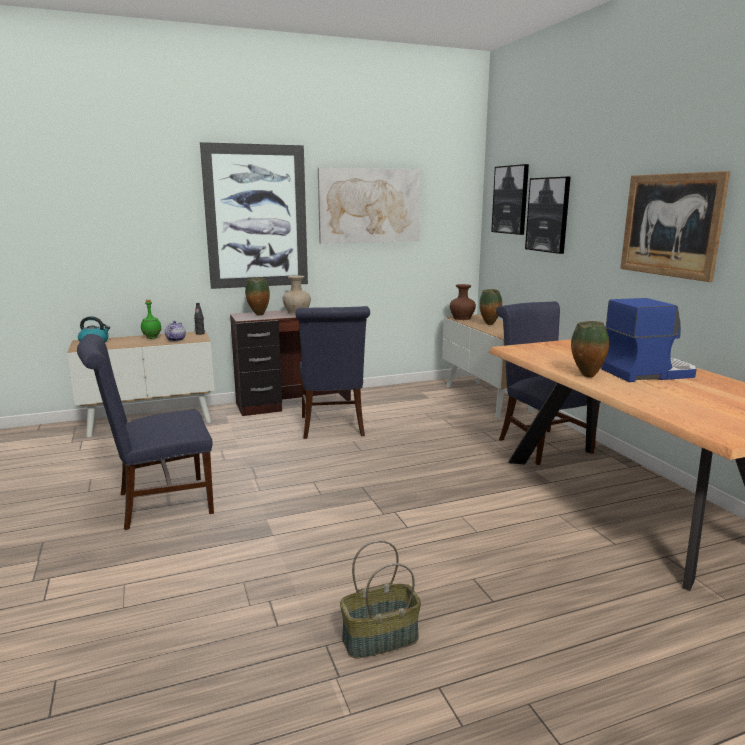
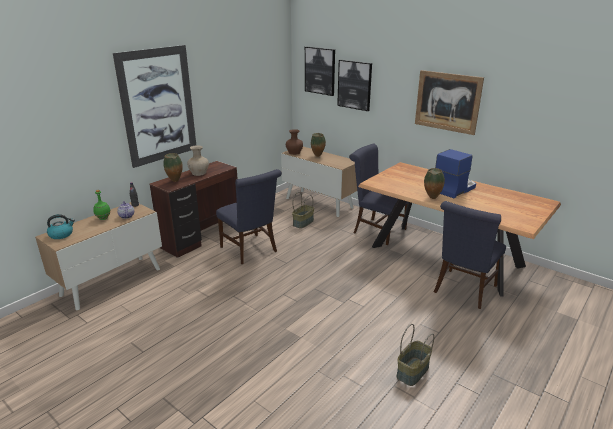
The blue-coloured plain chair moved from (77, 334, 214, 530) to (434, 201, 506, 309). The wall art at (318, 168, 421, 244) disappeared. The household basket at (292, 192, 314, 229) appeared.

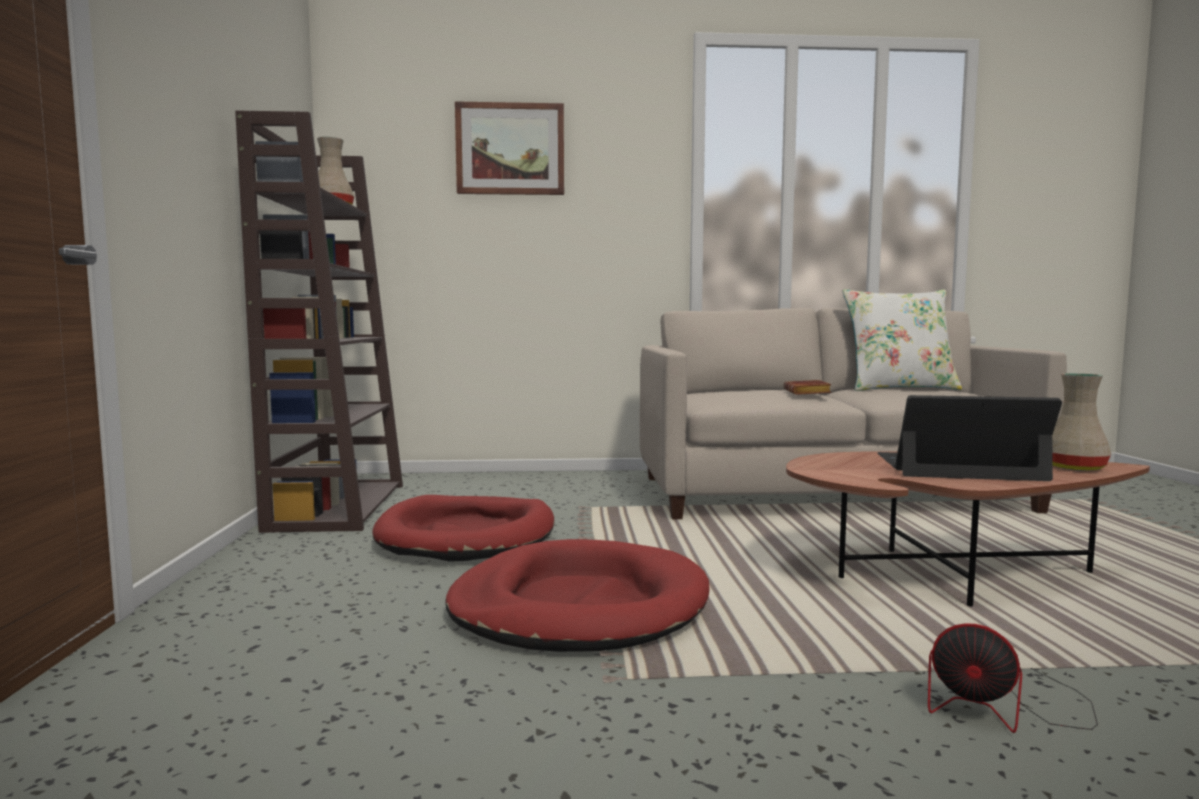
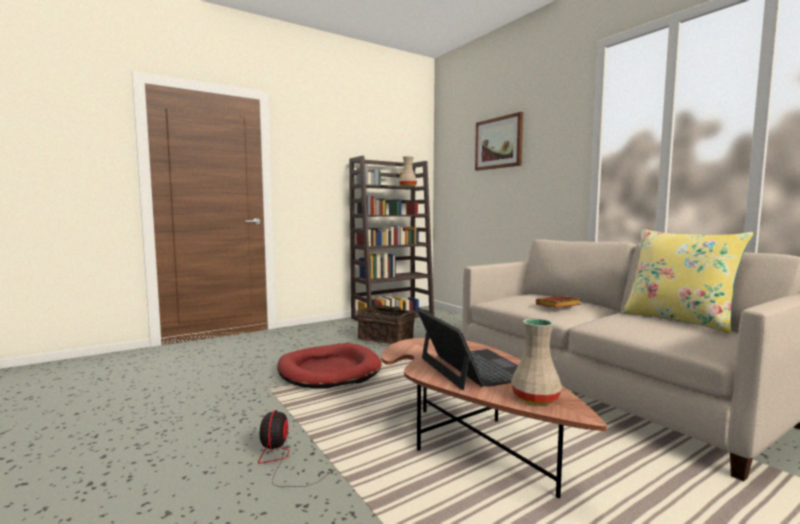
The reddish dog bed at (373, 495, 554, 562) was replaced by the household basket at (357, 304, 415, 344). The white-coloured pillow at (843, 289, 962, 391) became the yellow-coloured pillow at (621, 229, 754, 334).

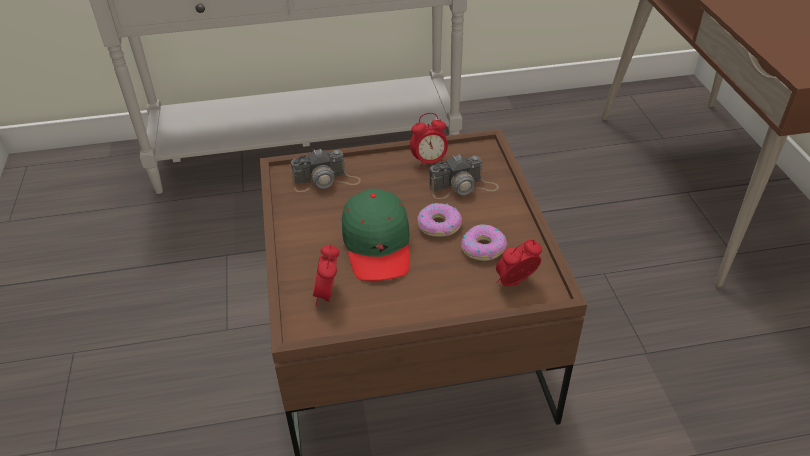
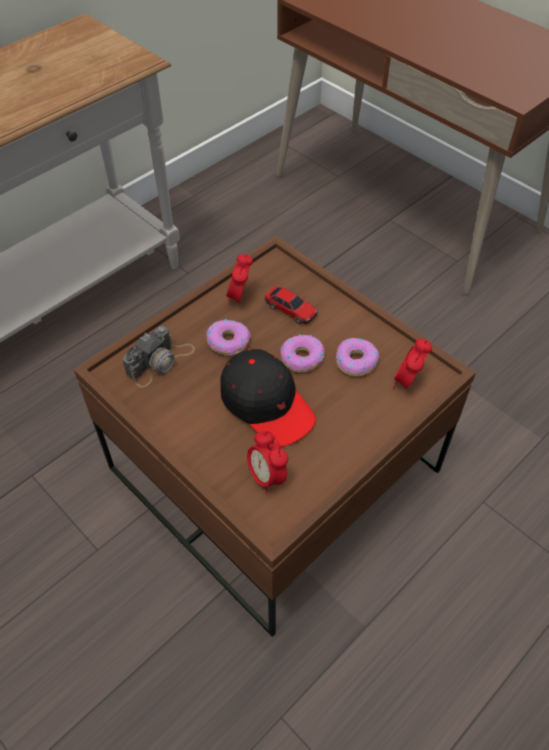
The green baseball cap at (342, 189, 410, 281) became the black-coloured baseball cap at (220, 349, 316, 447). The bedside clock at (410, 113, 448, 169) turned 150 degrees clockwise. The still camera at (429, 155, 499, 199) was replaced by the model car at (264, 286, 317, 324). The ring doughnut at (206, 319, 251, 356) appeared.

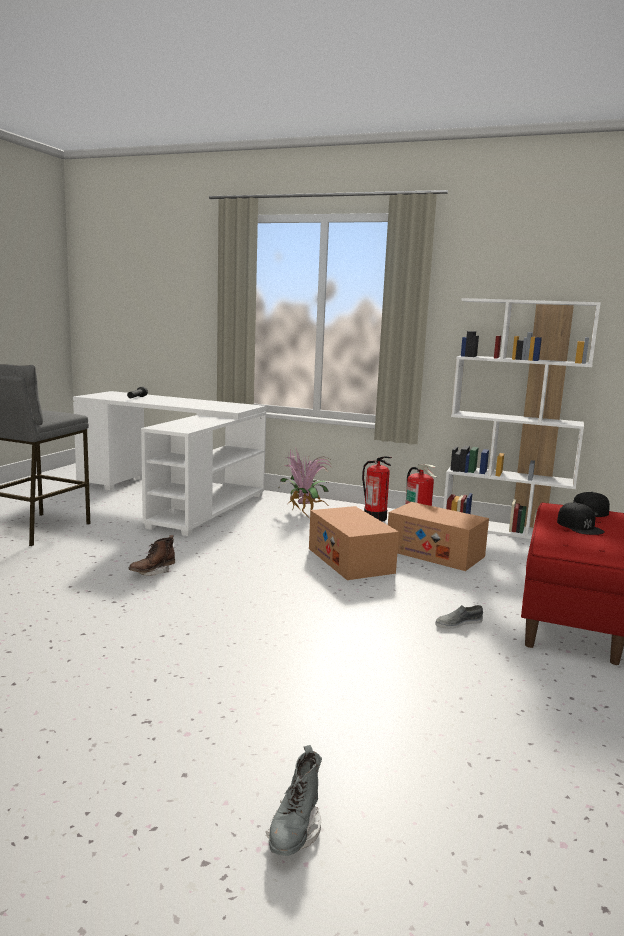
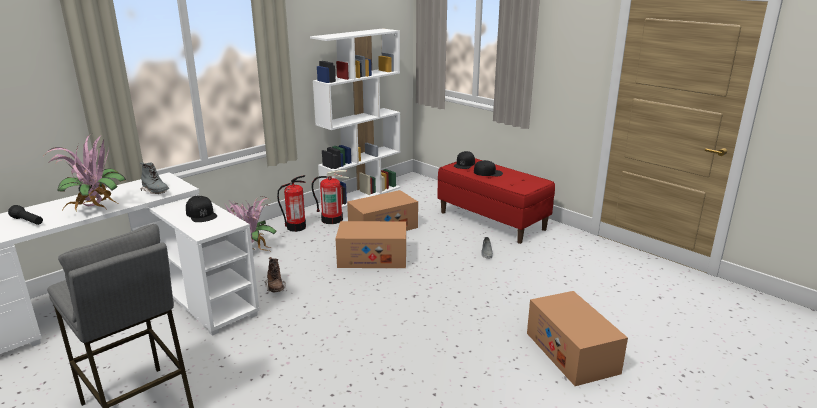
The brown boot moved from (129, 535, 175, 576) to (264, 257, 286, 292). The grey boot moved from (266, 745, 322, 856) to (140, 162, 169, 194). The plant in a pot at (44, 135, 126, 210) appeared. The black-coloured baseball cap at (186, 196, 217, 222) appeared. The packing box at (527, 291, 628, 386) appeared.

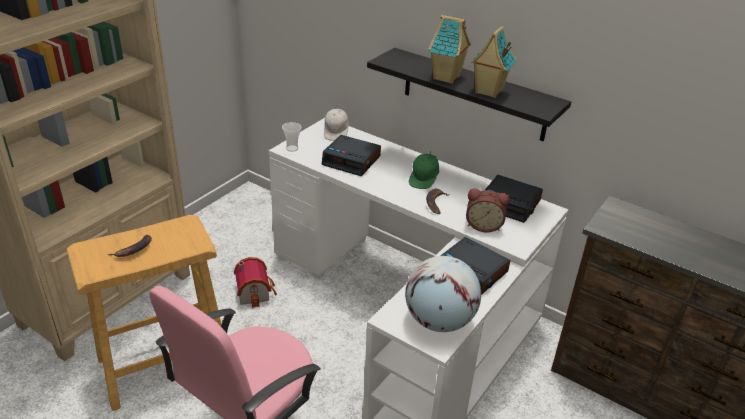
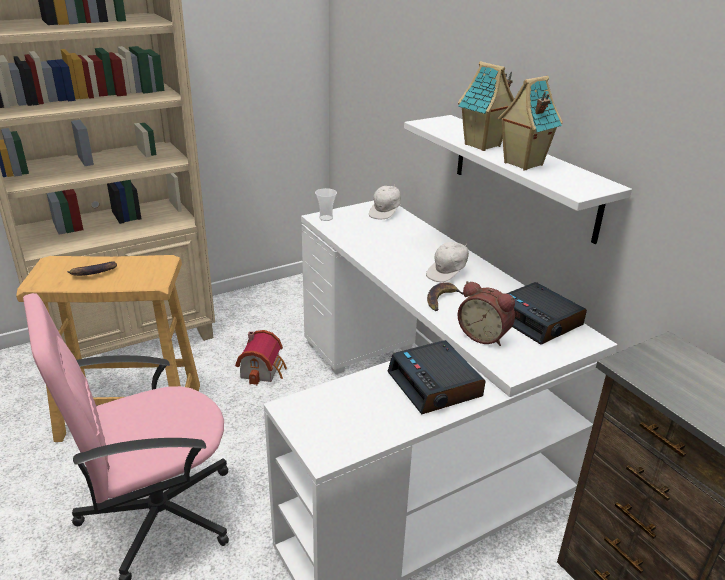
The bedside clock at (322, 135, 381, 176) disappeared. The black-coloured bracket shelf at (367, 48, 571, 141) became the white-coloured bracket shelf at (404, 115, 632, 244). The world globe at (405, 256, 481, 332) disappeared. The green baseball cap at (409, 151, 439, 189) became the white-coloured baseball cap at (426, 241, 469, 282).

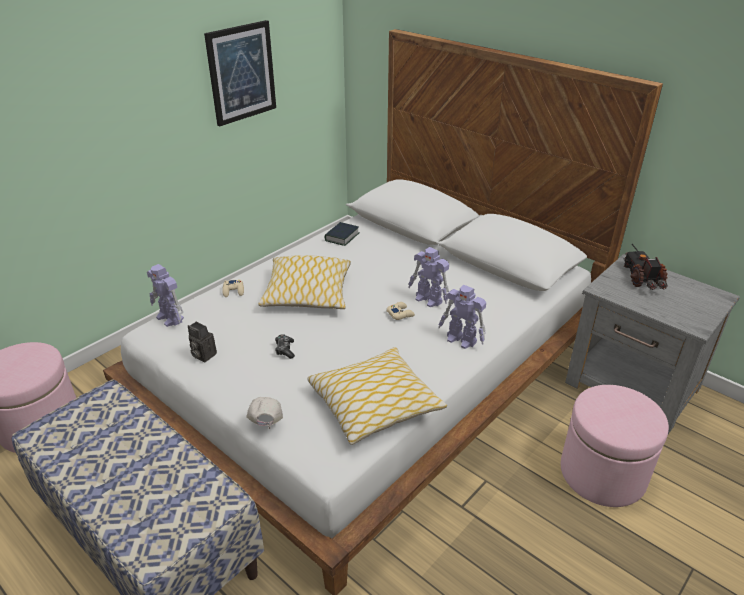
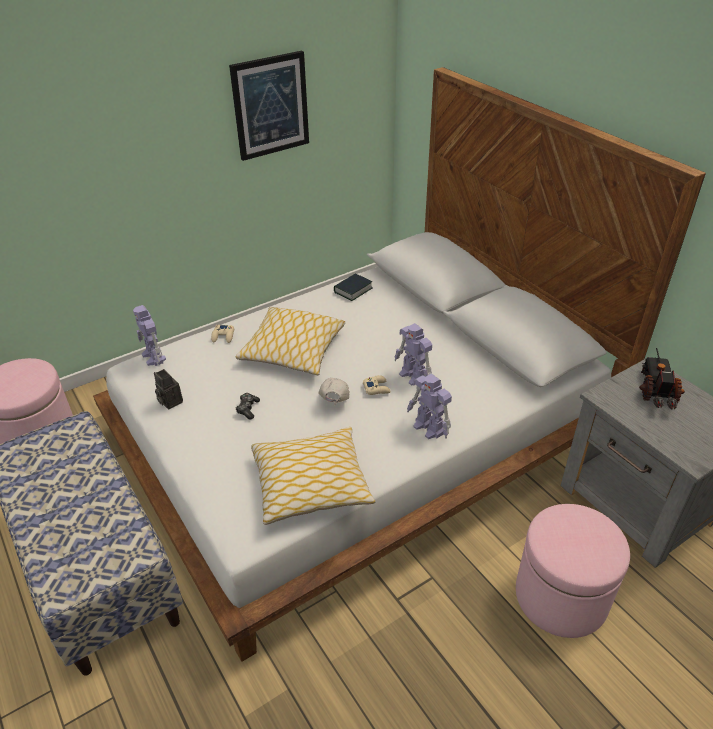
The white-coloured baseball cap moved from (246, 397, 283, 429) to (318, 378, 350, 405).

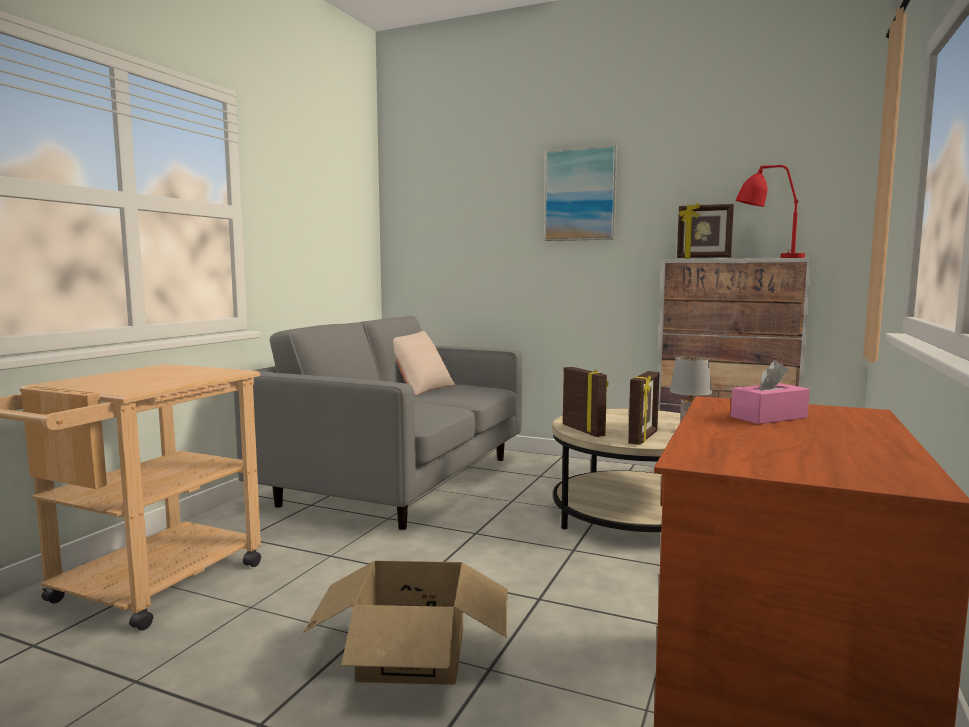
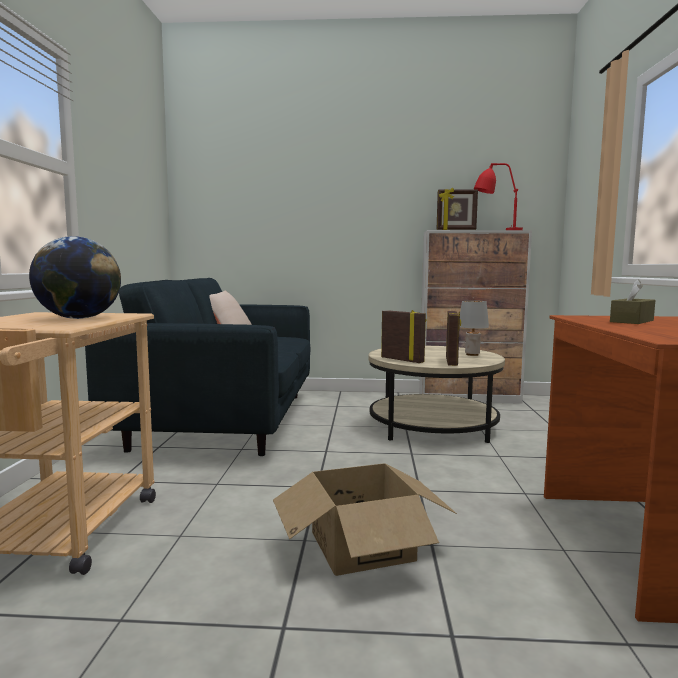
The grey settee at (234, 316, 522, 530) became the blue-coloured settee at (85, 278, 310, 456). The wall art at (544, 145, 617, 241) disappeared. The pink box of tissues at (731, 360, 810, 424) became the brown box of tissues at (610, 279, 655, 324). The world globe at (29, 236, 121, 319) appeared.

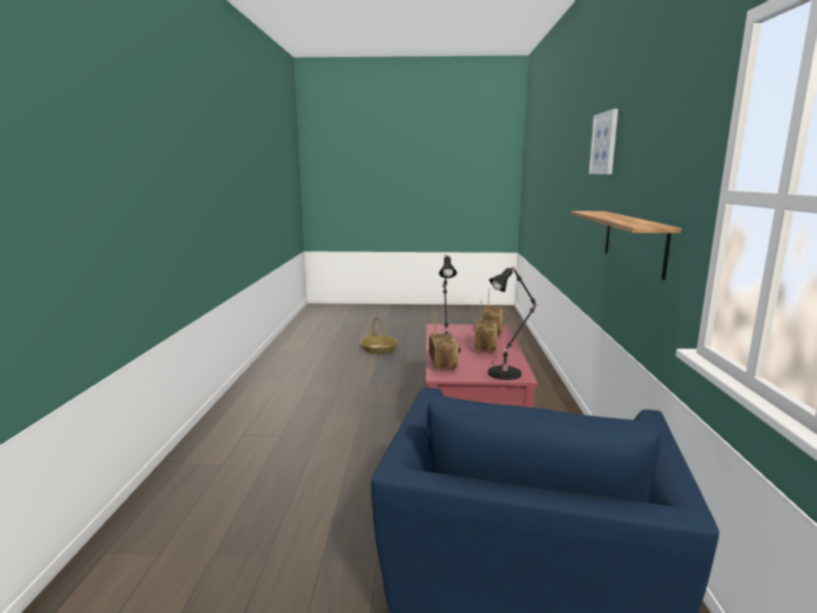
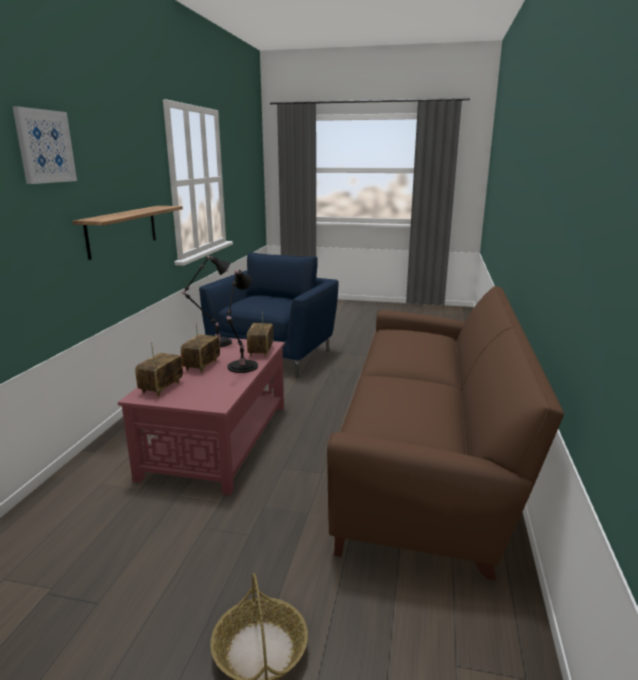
The brown settee at (327, 286, 564, 580) appeared.

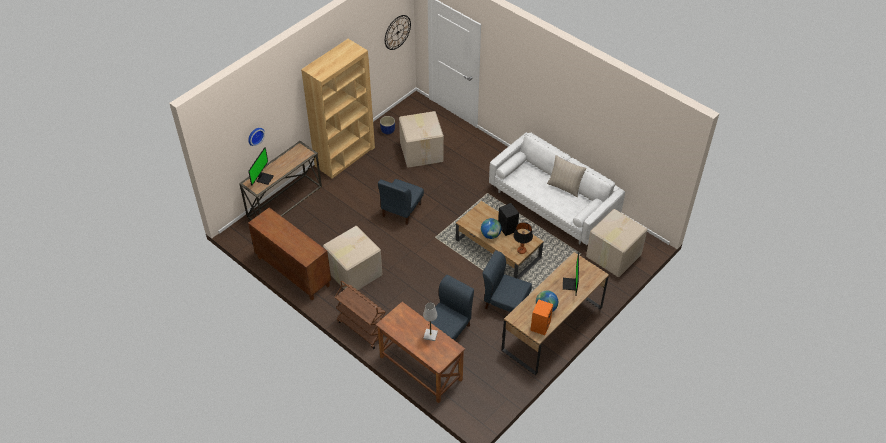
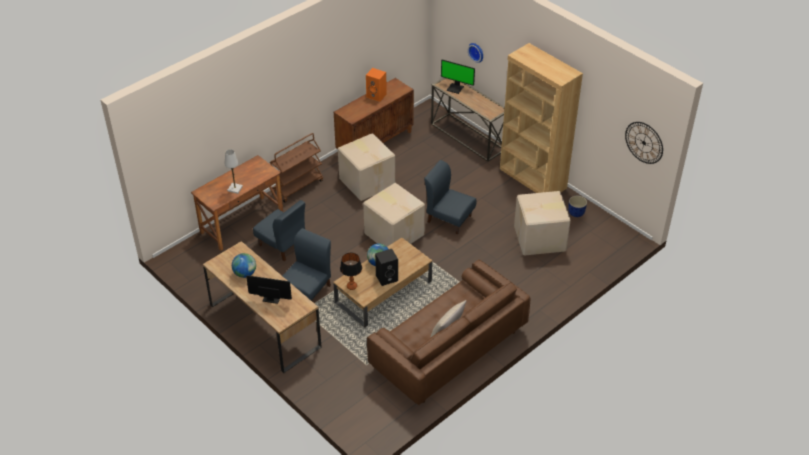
The white-coloured settee at (489, 132, 625, 245) became the brown settee at (367, 259, 531, 405). The orangey speaker moved from (530, 299, 553, 335) to (366, 68, 387, 102). The packing box moved from (586, 209, 647, 277) to (363, 183, 425, 247).

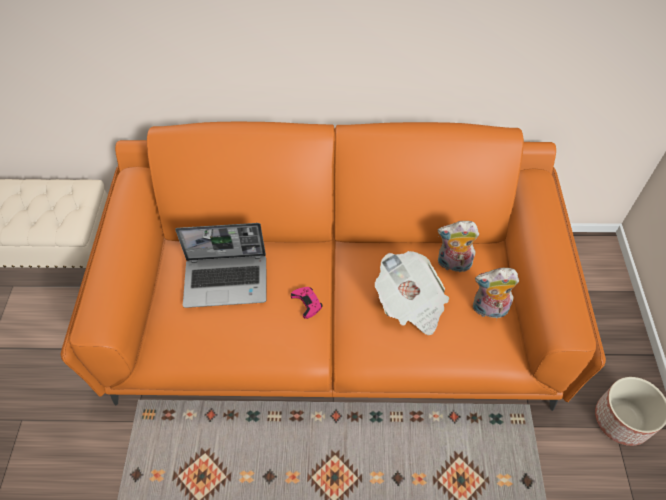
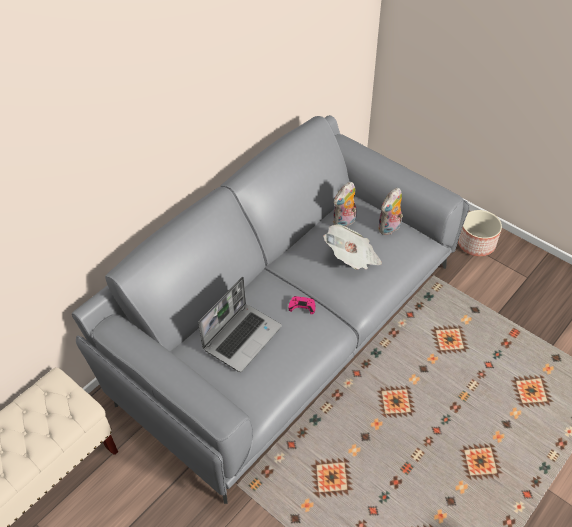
The orangey settee at (60, 122, 606, 411) became the grey settee at (72, 115, 470, 504).

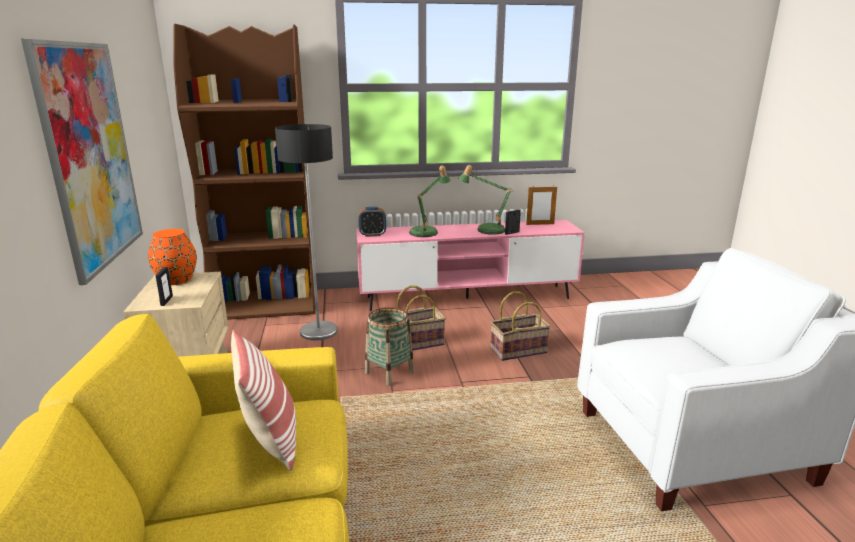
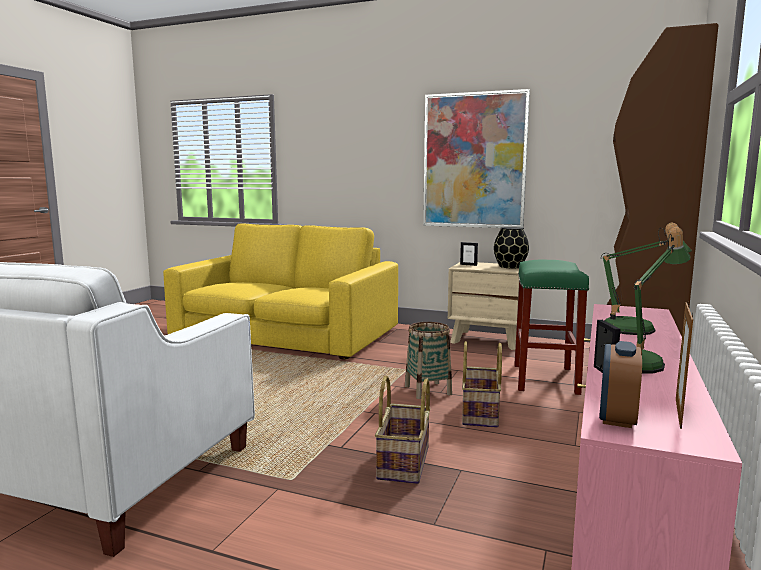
The orangey flower vase at (148, 229, 197, 285) became the black-coloured flower vase at (494, 227, 529, 268). The pillow at (231, 329, 296, 471) disappeared. The standing lamp at (275, 124, 338, 340) was replaced by the green stool at (514, 259, 589, 395). The bedside clock moved from (358, 207, 386, 237) to (599, 341, 642, 428).

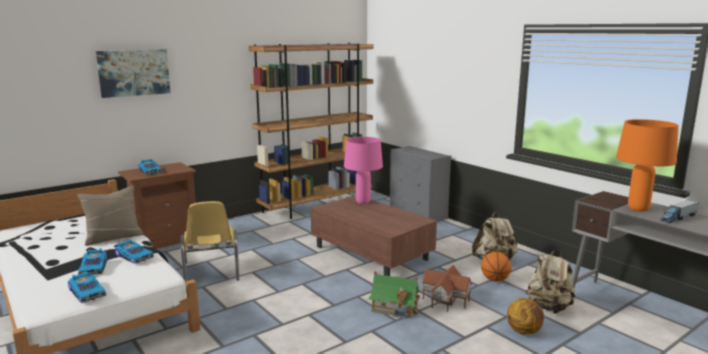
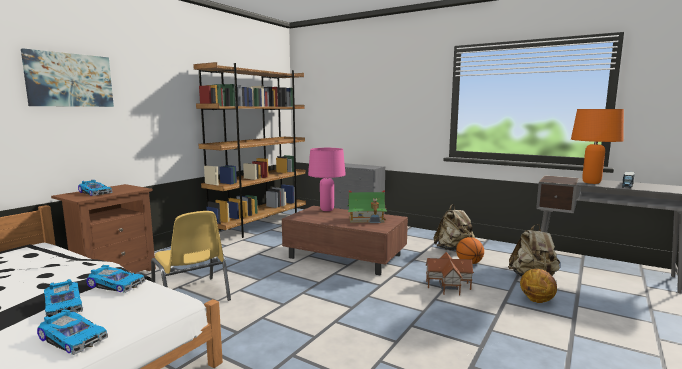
The beige-coloured pillow at (77, 186, 144, 246) disappeared. The miniature house moved from (368, 271, 422, 319) to (347, 190, 387, 223).

